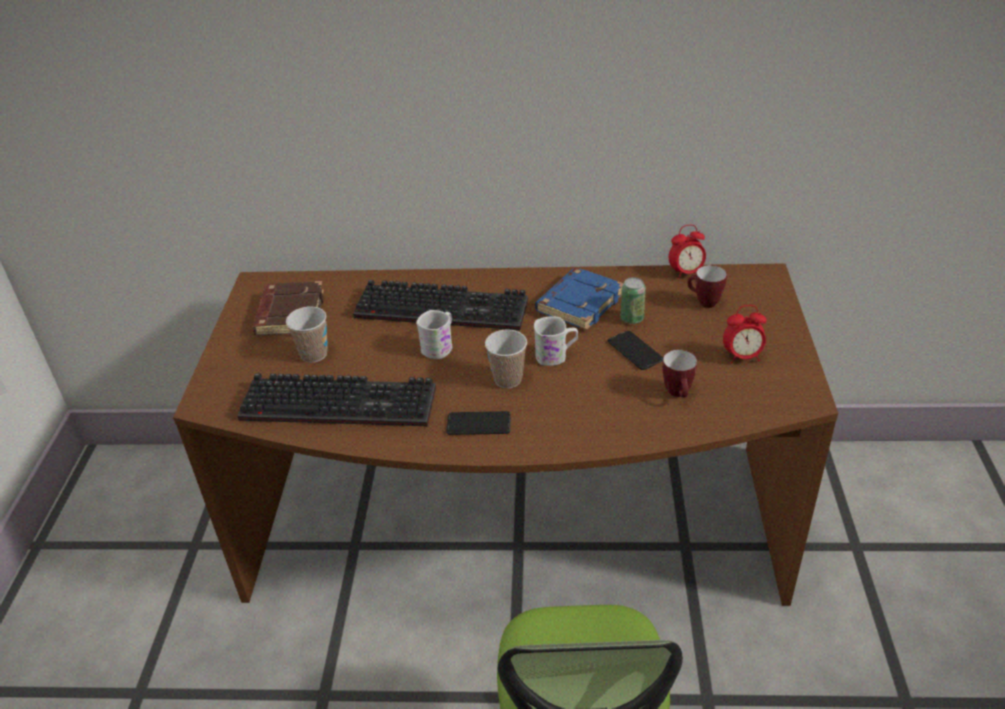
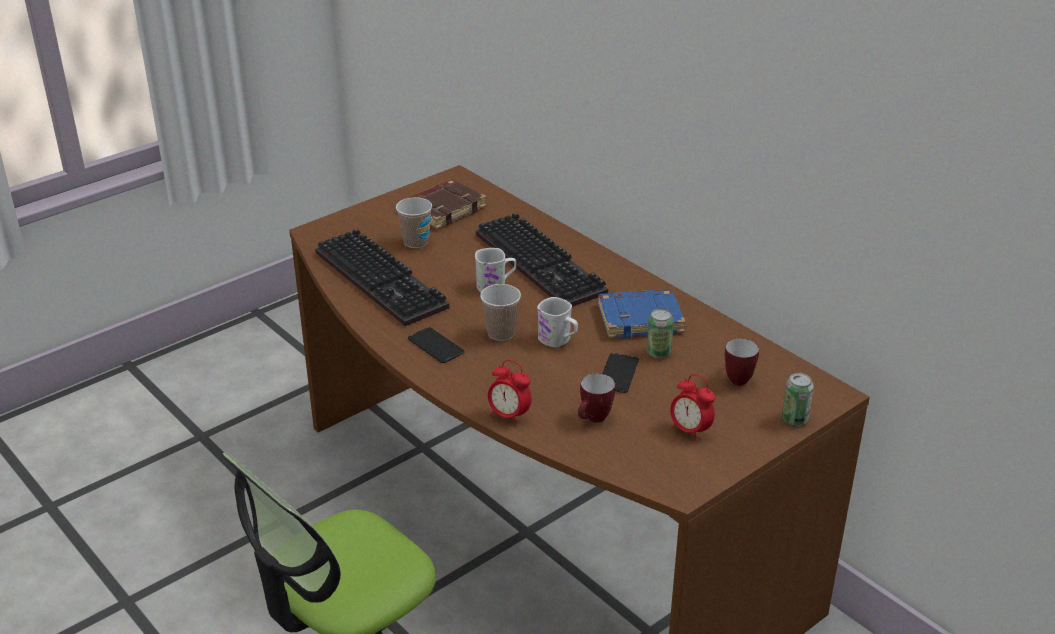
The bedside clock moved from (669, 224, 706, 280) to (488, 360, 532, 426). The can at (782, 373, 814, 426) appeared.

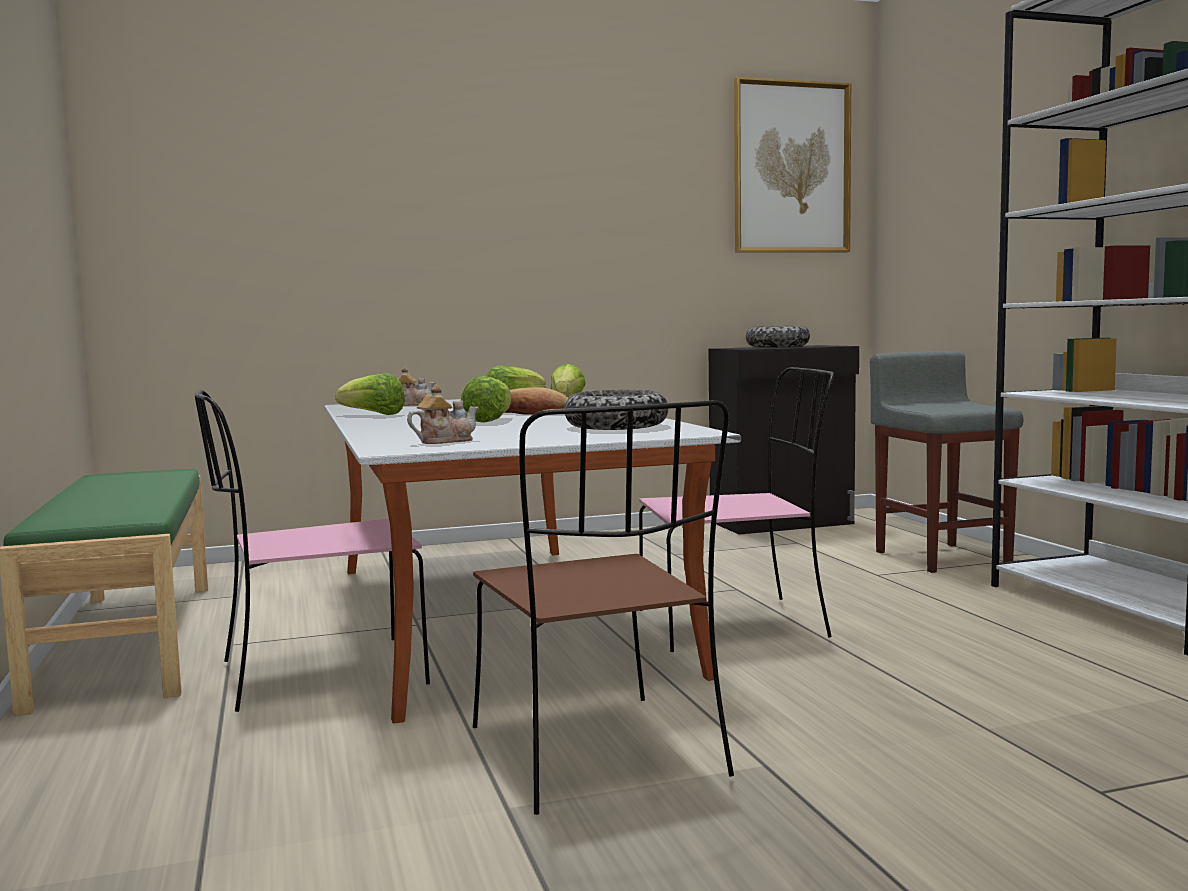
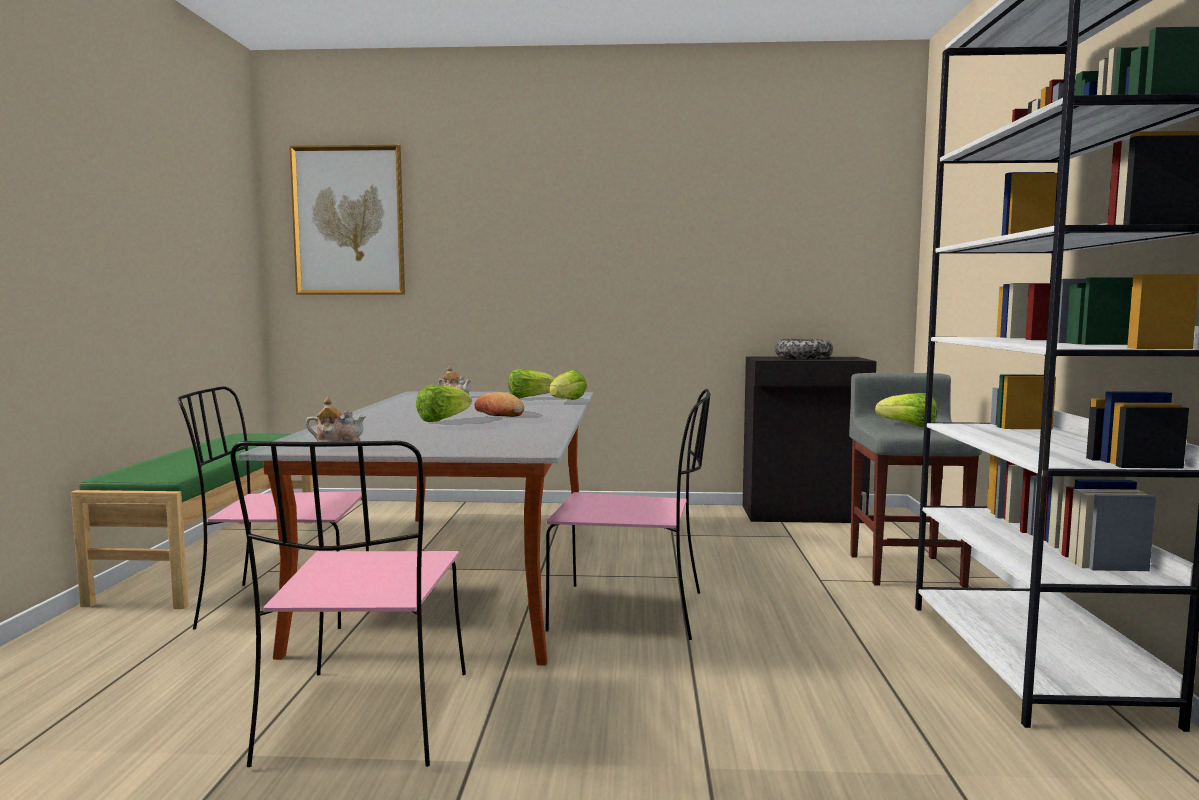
The head of lettuce moved from (335, 373, 405, 415) to (875, 393, 937, 428). The brown plain chair at (473, 400, 734, 815) became the pink plain chair at (230, 441, 466, 767). The bowl at (564, 390, 668, 430) disappeared. The wall art moved from (734, 77, 851, 253) to (289, 145, 405, 295).

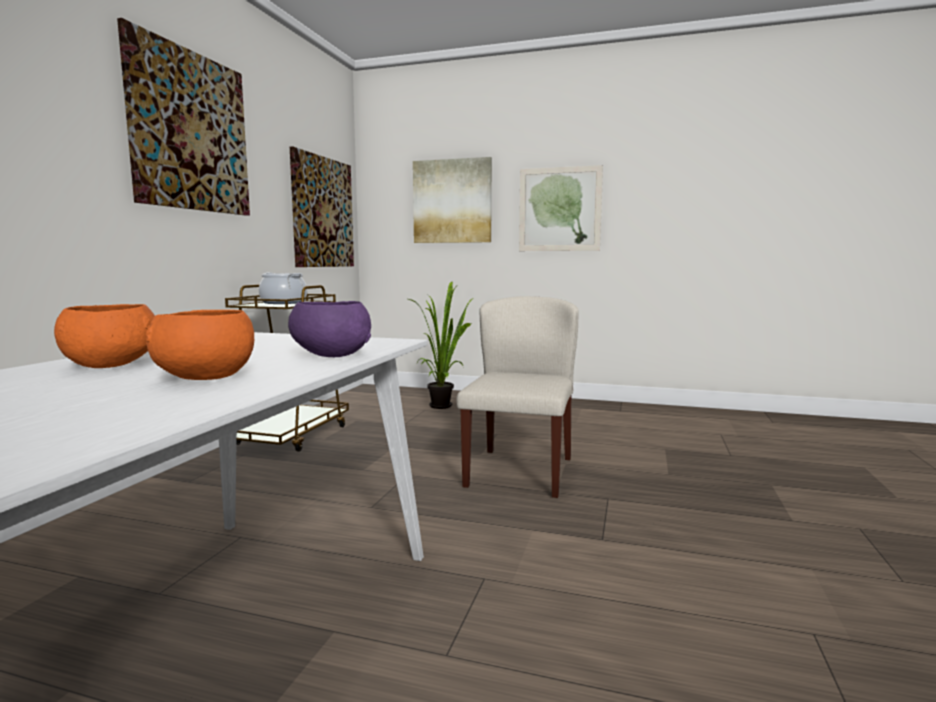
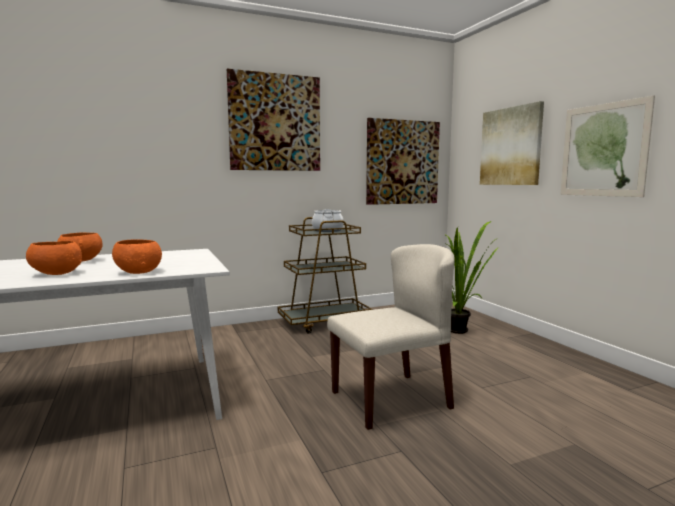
The purplish bowl at (288, 301, 371, 357) became the orangey bowl at (112, 239, 162, 274).

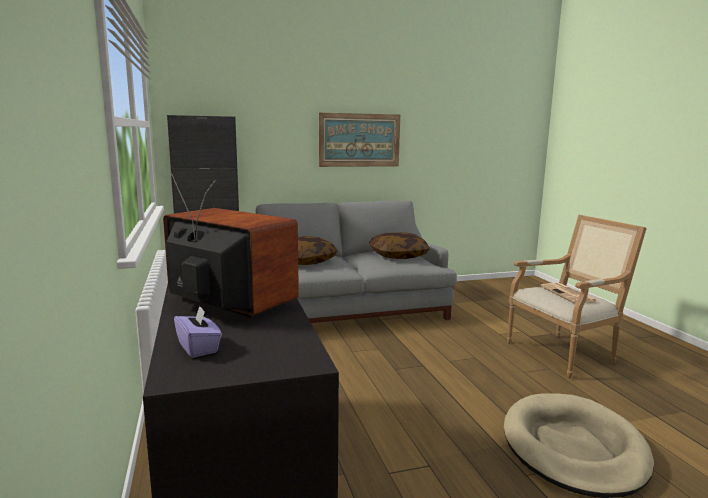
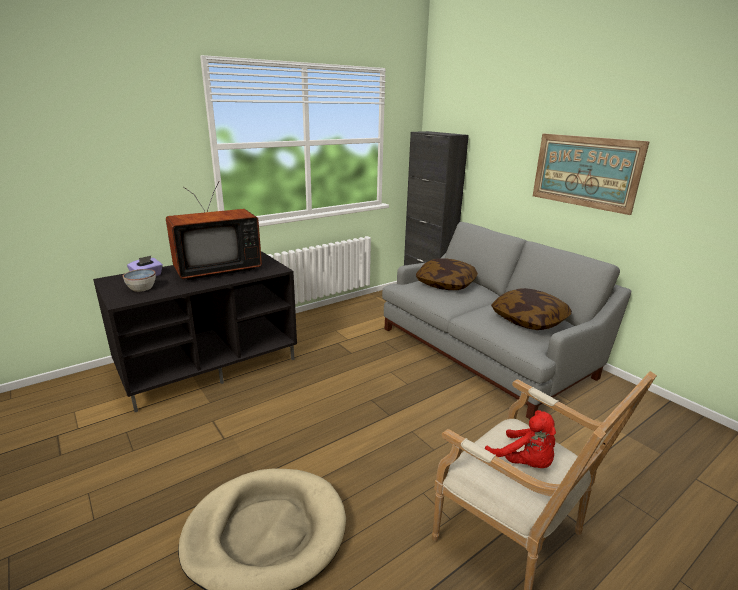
The television at (163, 172, 299, 318) turned 45 degrees clockwise. The newspaper at (540, 283, 597, 303) was replaced by the reddish plush toy at (485, 410, 556, 468). The bowl at (123, 269, 156, 292) appeared.

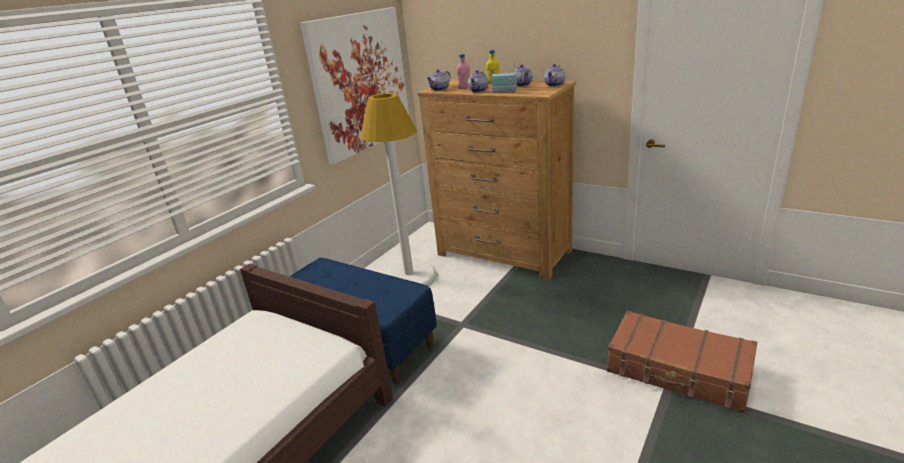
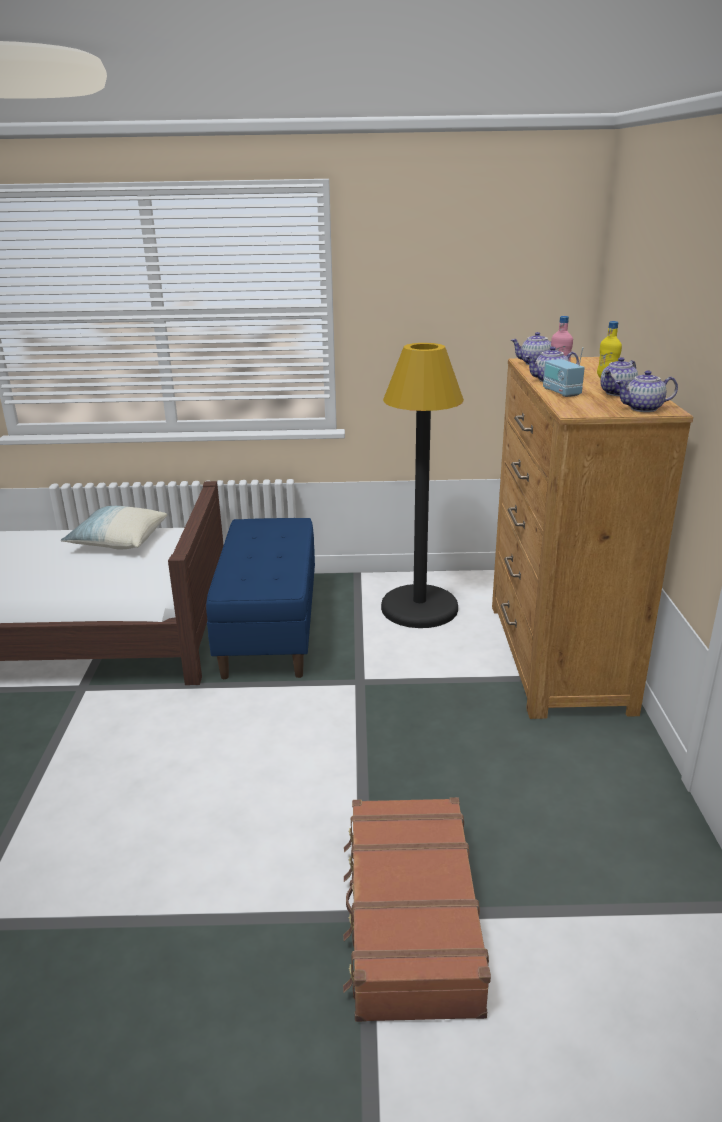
The wall art at (300, 7, 410, 165) disappeared. The white-coloured standing lamp at (360, 93, 436, 286) became the black-coloured standing lamp at (381, 343, 464, 628). The pillow at (61, 506, 167, 549) appeared.

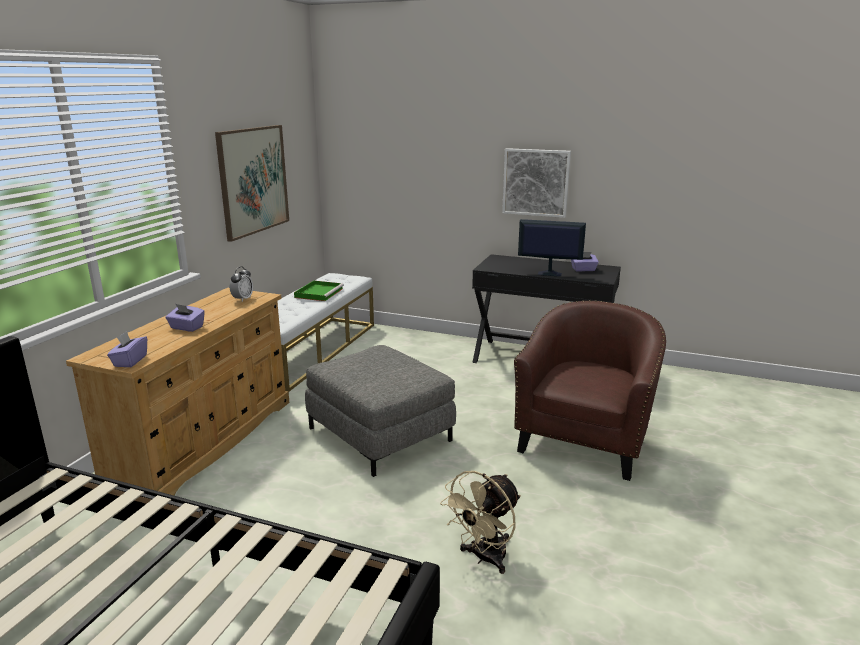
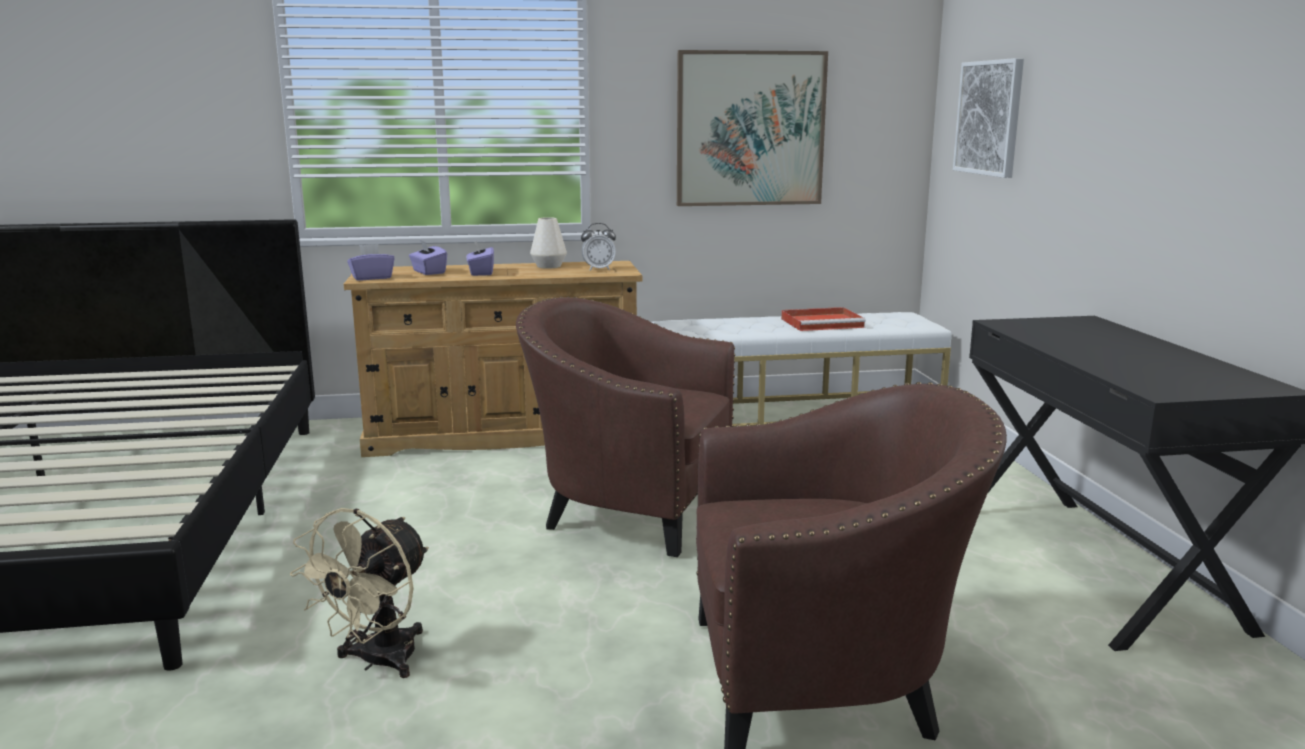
The green carrying tray at (294, 281, 344, 301) became the reddish carrying tray at (781, 307, 866, 331). The grey footrest at (305, 345, 456, 477) was replaced by the brown lounge chair at (516, 297, 735, 557). The beige-coloured electric fan at (440, 471, 521, 574) turned 75 degrees counterclockwise. The wall art moved from (502, 148, 571, 218) to (953, 58, 1024, 178). The computer display at (518, 219, 586, 276) disappeared. The purplish box of tissues moved from (571, 252, 599, 271) to (409, 240, 447, 275). The white-coloured flower vase at (530, 217, 567, 269) appeared.

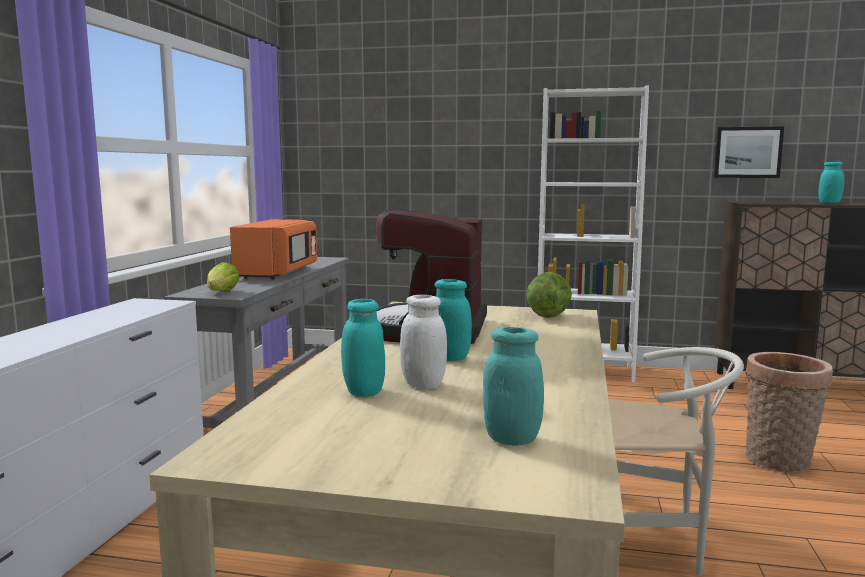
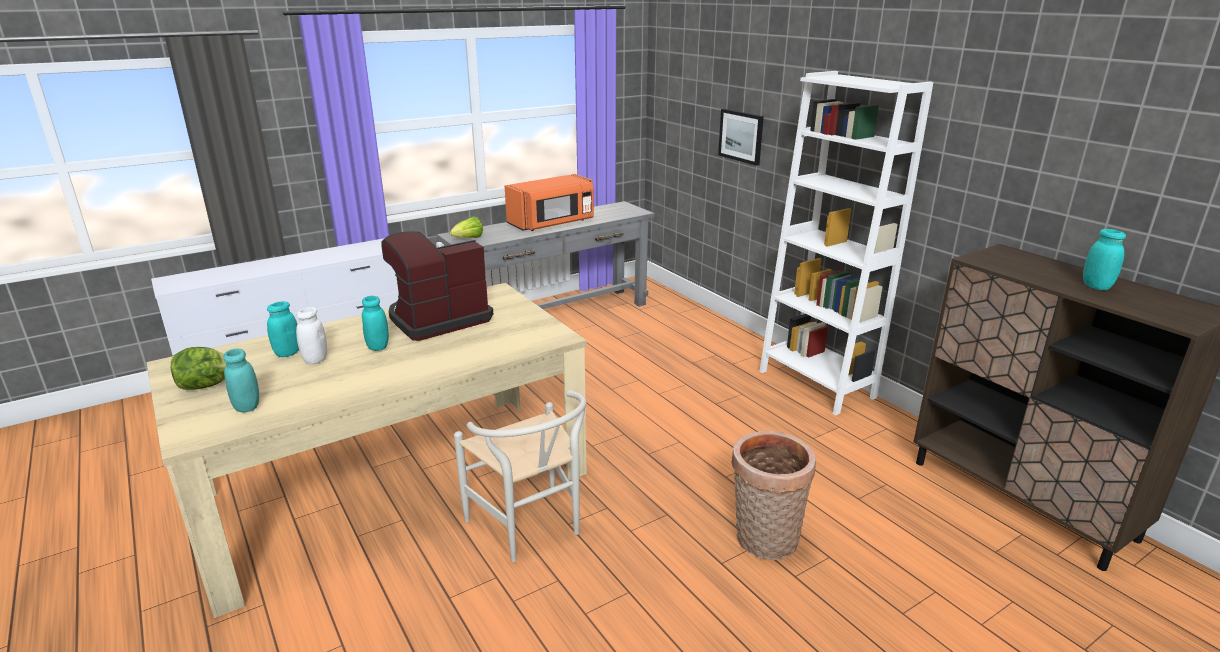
The head of lettuce moved from (526, 272, 572, 318) to (171, 347, 226, 390). The wall art moved from (714, 127, 784, 178) to (718, 109, 764, 166).

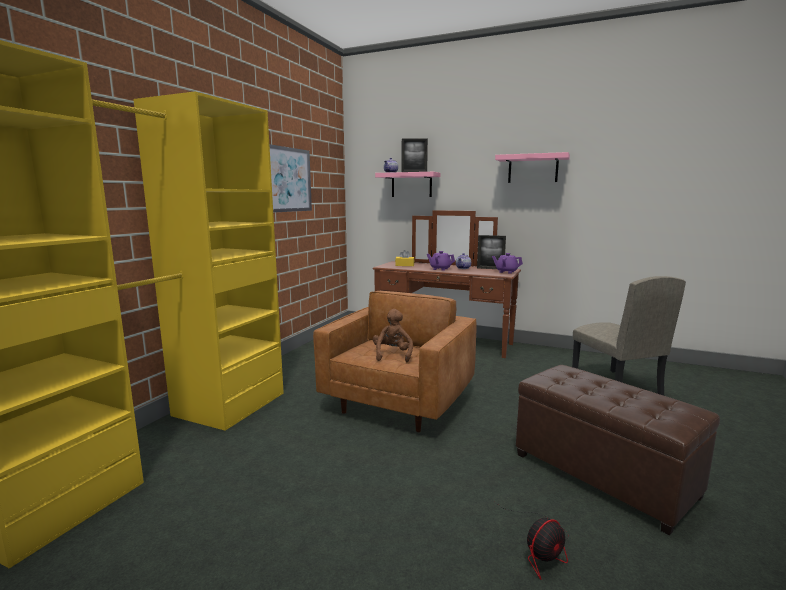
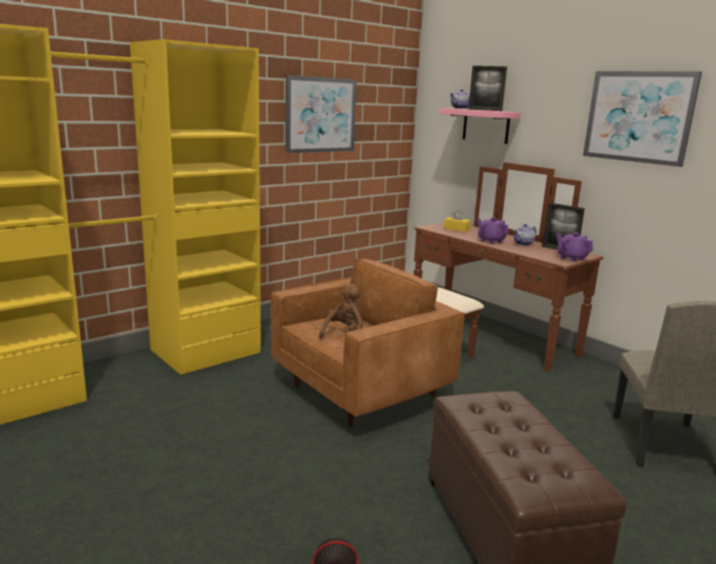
The pink bracket shelf at (495, 152, 570, 183) was replaced by the wall art at (583, 71, 702, 167).

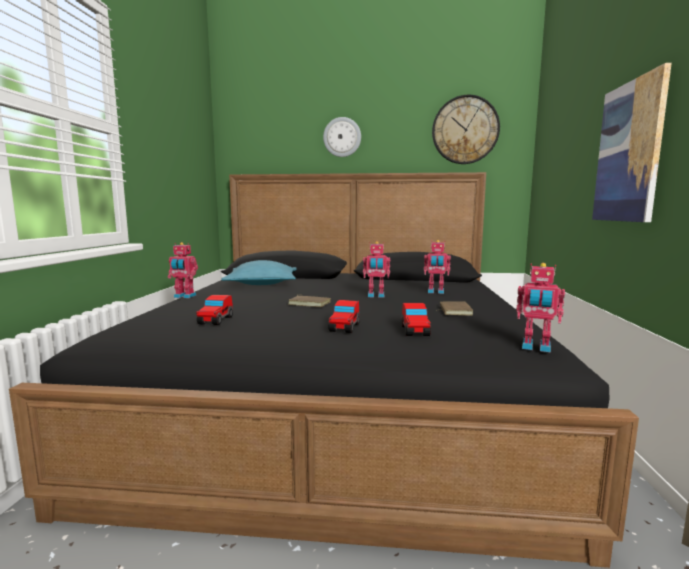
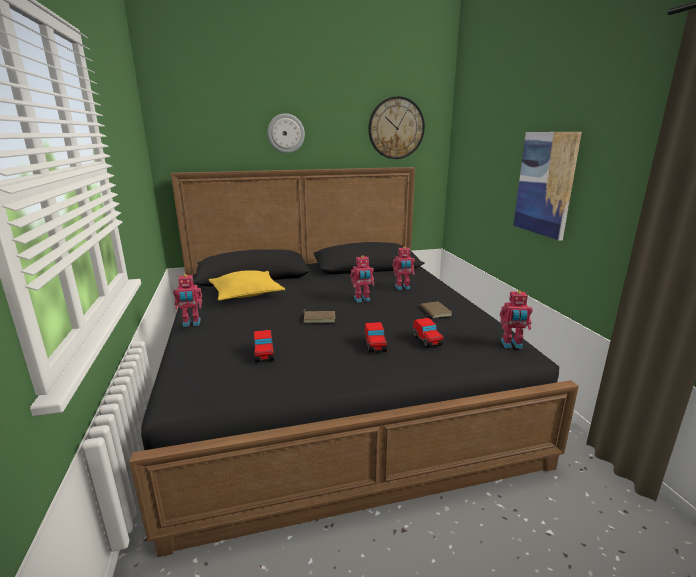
The blue-green pillow at (221, 260, 297, 285) became the yellow-coloured pillow at (209, 270, 285, 301).

